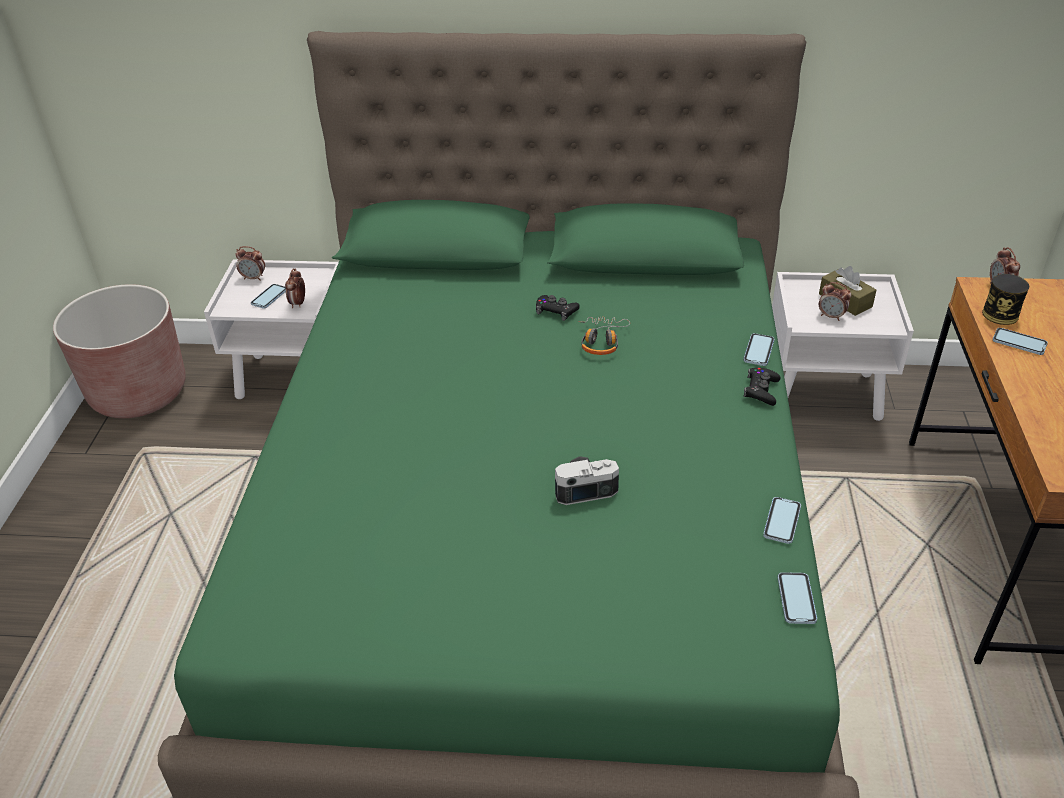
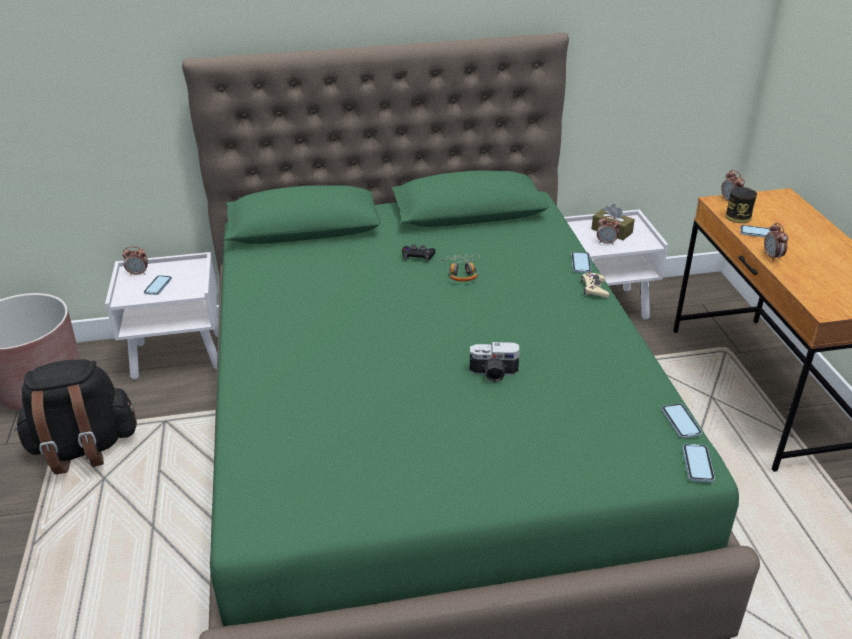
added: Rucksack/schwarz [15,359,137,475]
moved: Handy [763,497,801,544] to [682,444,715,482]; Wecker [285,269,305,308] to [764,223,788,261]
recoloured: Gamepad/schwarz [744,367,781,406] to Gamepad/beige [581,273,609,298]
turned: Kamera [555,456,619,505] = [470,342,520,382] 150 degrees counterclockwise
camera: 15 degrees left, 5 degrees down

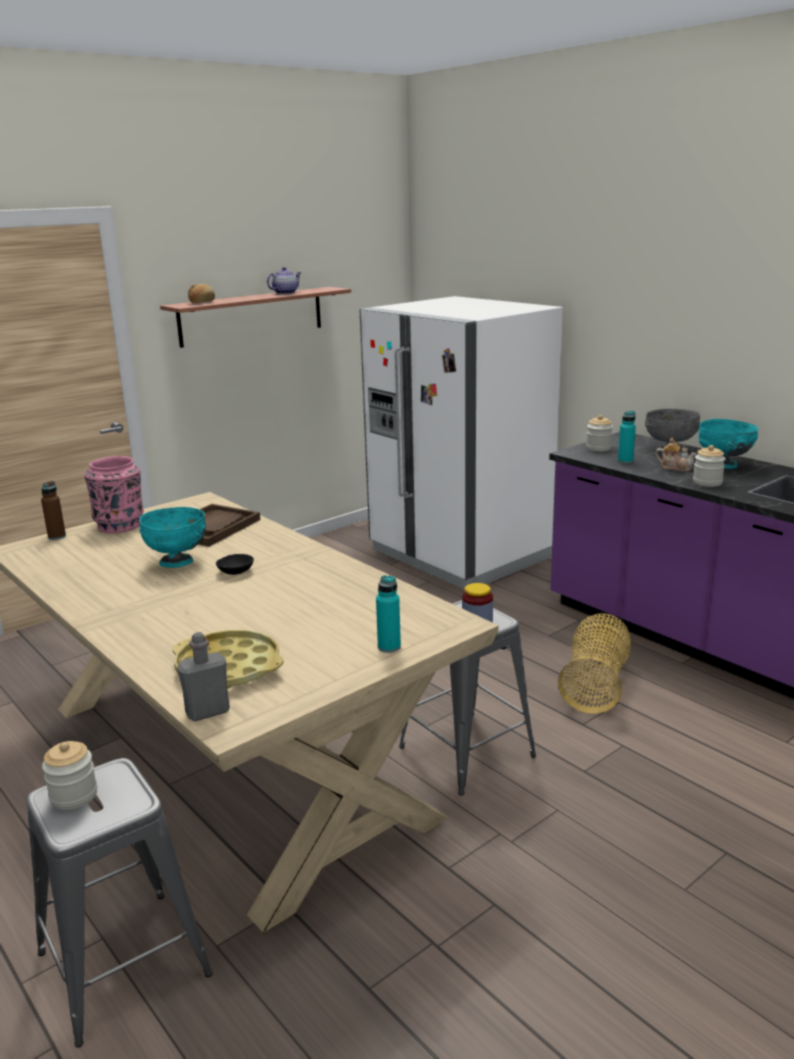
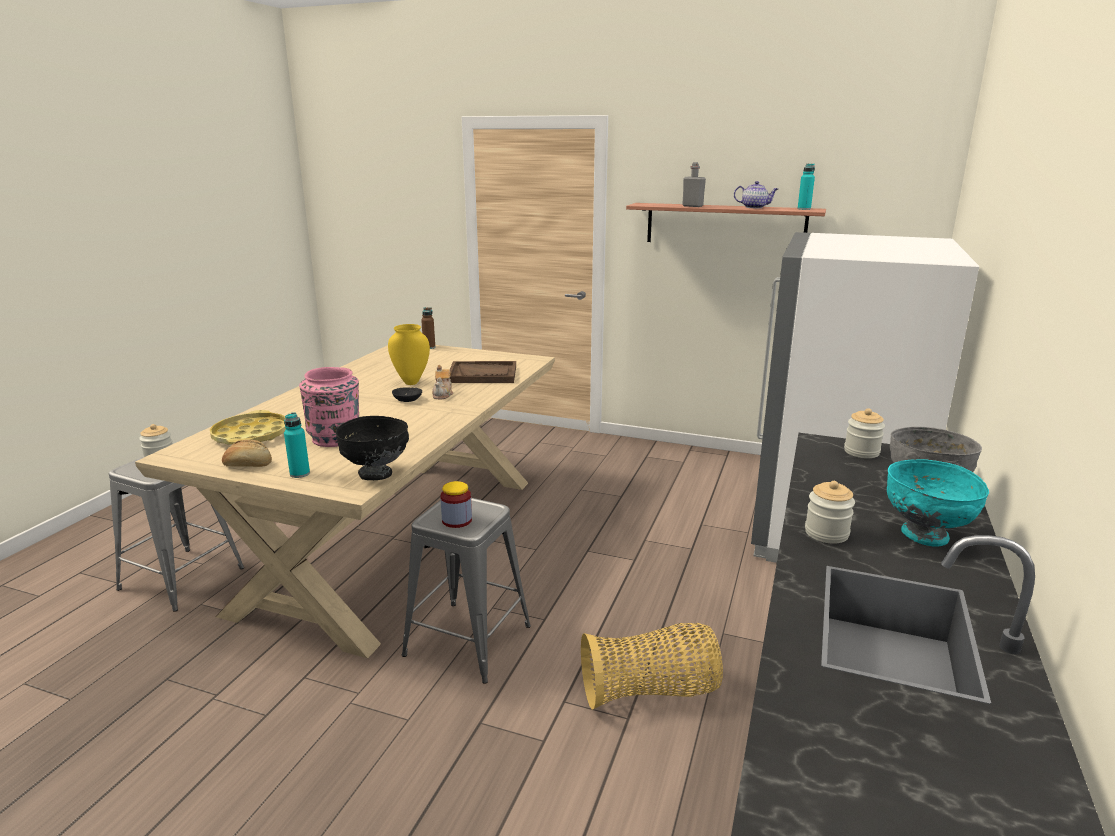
added: Schüssel/schwarz [336,416,409,480]
moved: Brot [188,284,215,303] to [222,440,272,467]; Vase/rosa [84,456,144,533] to [299,367,359,447]; Teekanne [656,438,697,471] to [432,365,453,399]; Flasche/grau [177,632,230,721] to [682,162,706,207]; Flasche/türkis [618,411,636,464] to [798,164,815,210]
replaced: Schüssel/türkis [140,507,206,568] to Vase/gelb [388,324,430,385]
camera: 60 degrees right, 0 degrees up

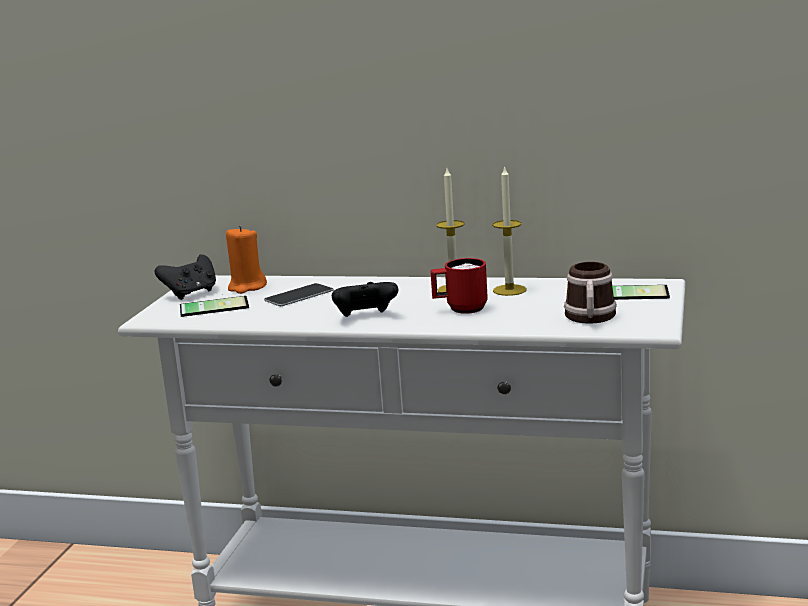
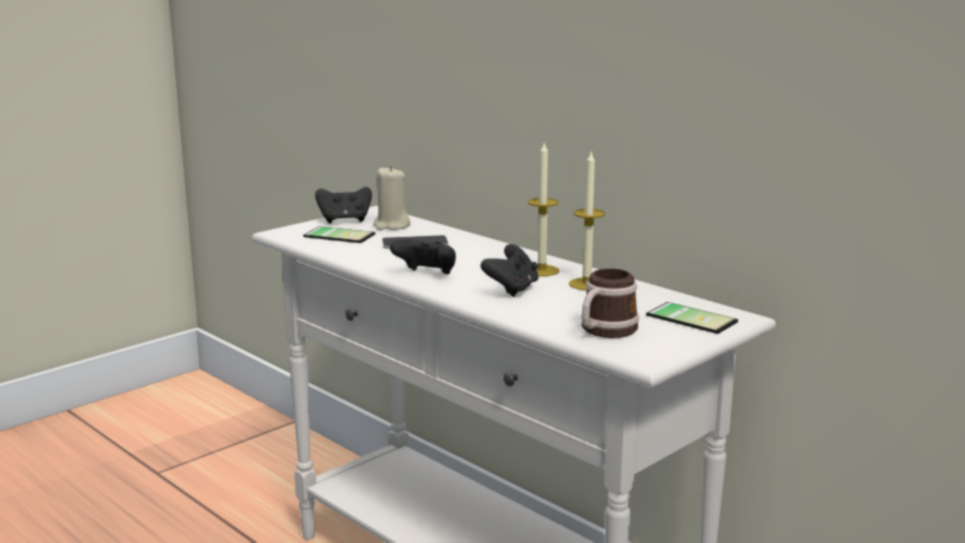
replaced: Henkelbecher/rot [431,258,488,314] to Gamepad/schwarz [481,244,539,297]
recoloured: Kerze/orange [226,226,267,294] to Kerze/beige [373,166,411,230]
camera: 30 degrees right, 0 degrees up

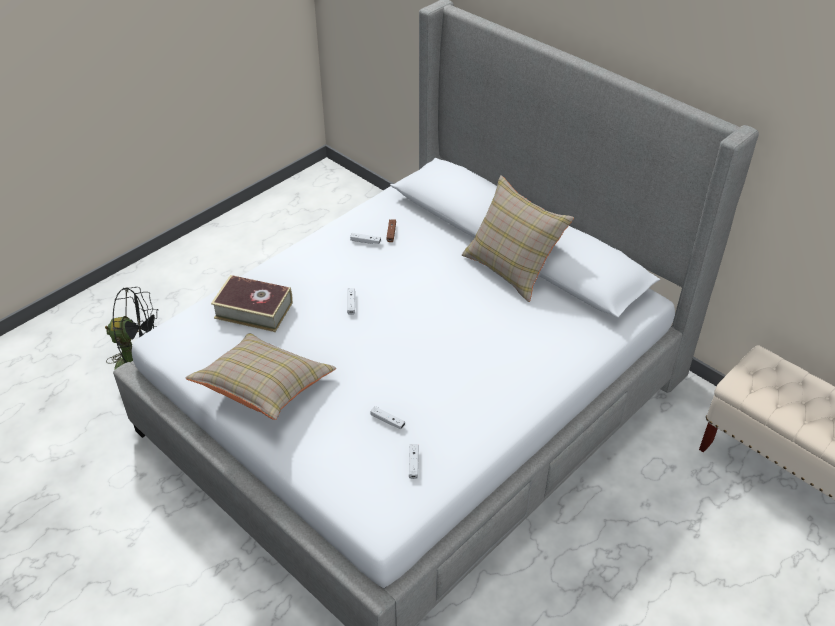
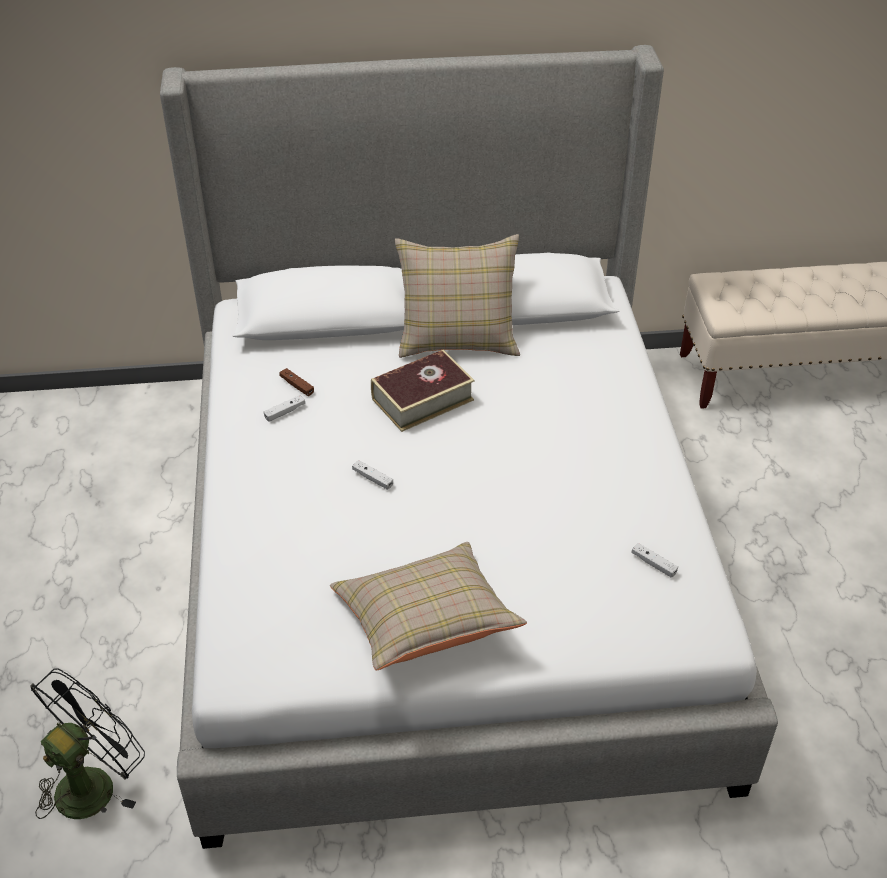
removed: Gamepad/weiß [370,406,405,429]
moved: Buch [211,275,293,332] to [371,350,474,432]
camera: 50 degrees left, 0 degrees up

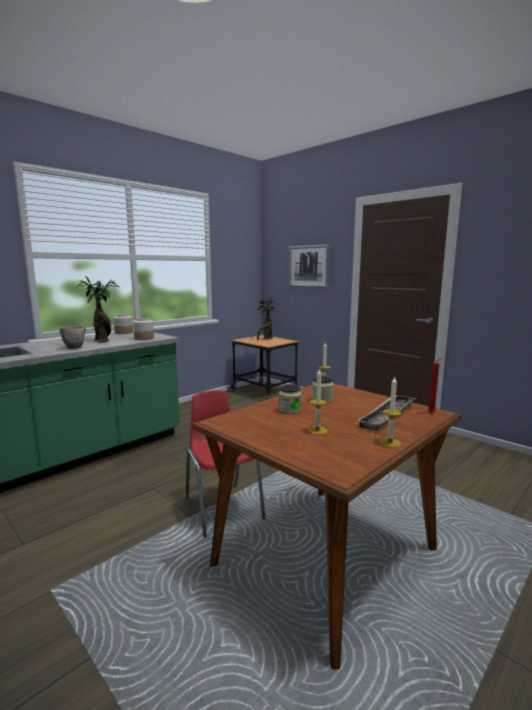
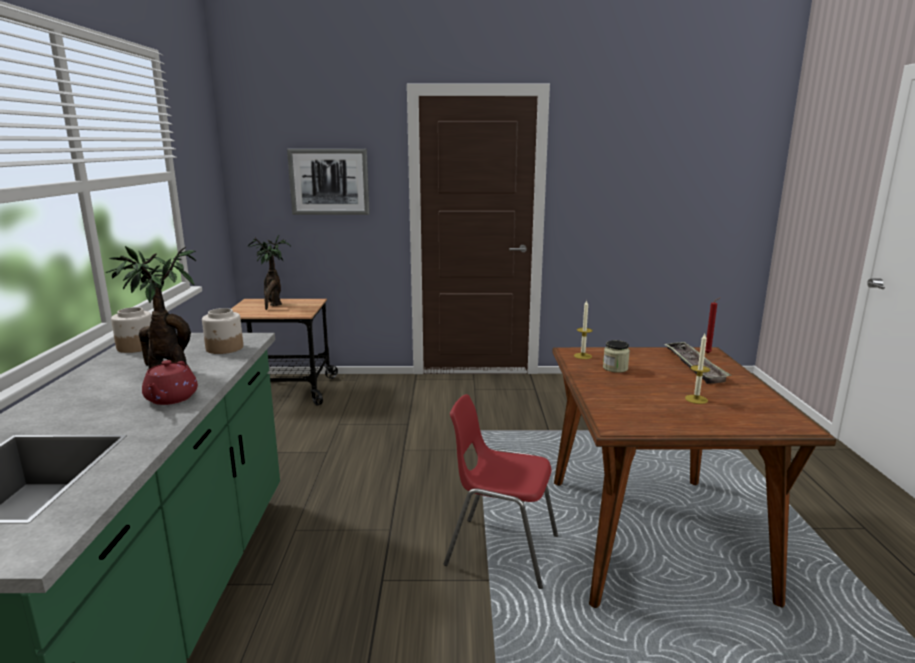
removed: Vorratsglas [279,384,302,414]; Kerze [379,377,402,448]
replaced: Schüssel [58,326,86,349] to Teekanne/rot [142,360,198,405]
camera: 45 degrees left, 5 degrees up

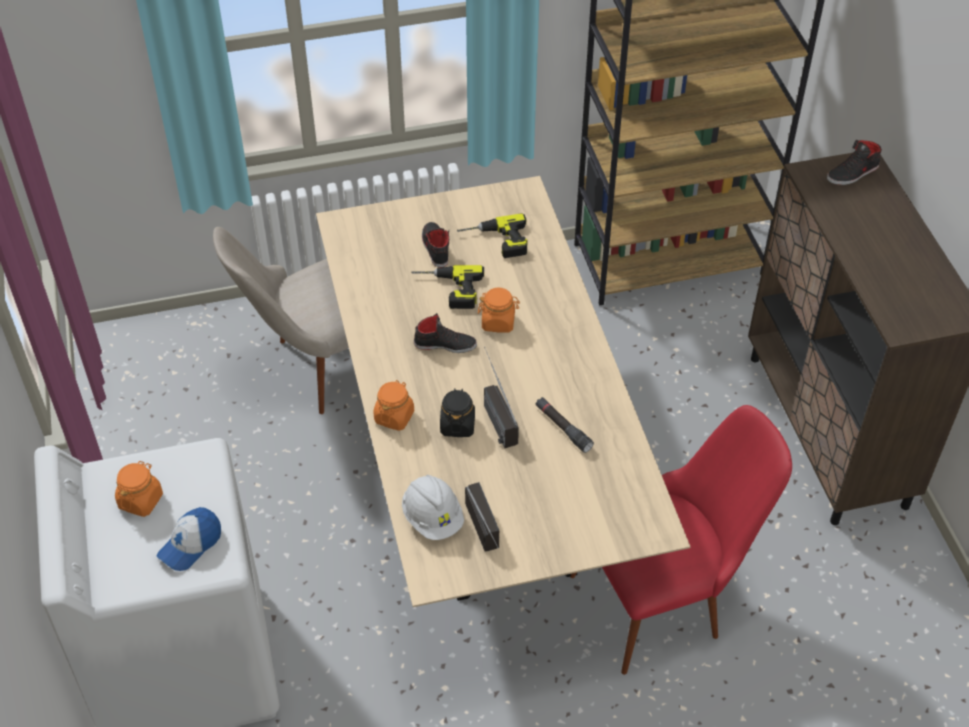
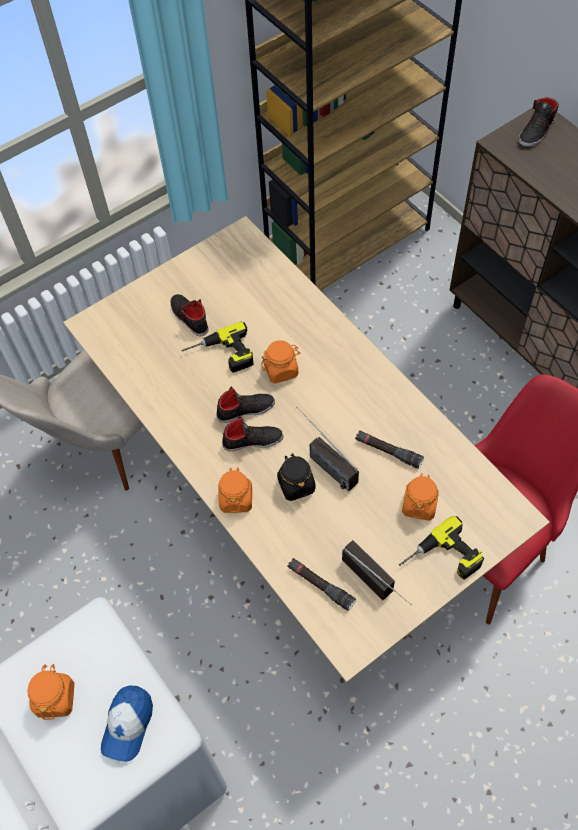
added: Schuh/schwarz [222,416,284,451]; Vorratsglas/orange [402,473,439,521]
moved: Bohrmaschine [457,213,528,258] to [399,516,484,580]
replaced: Schutzhelm/weiß [402,475,464,540] to Taschenlampe/schwarz [287,558,356,611]
camera: 20 degrees left, 10 degrees up

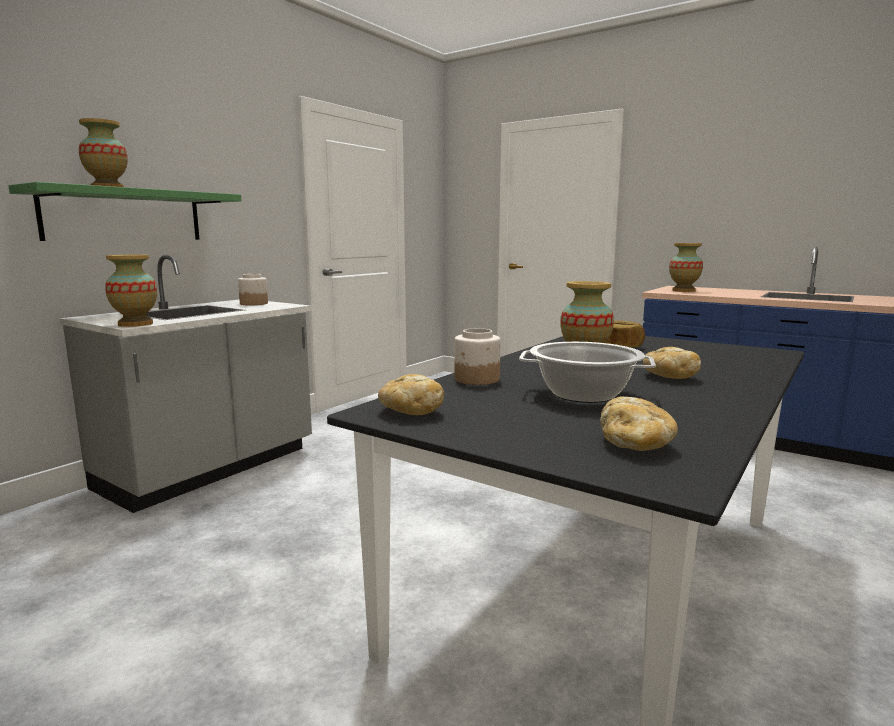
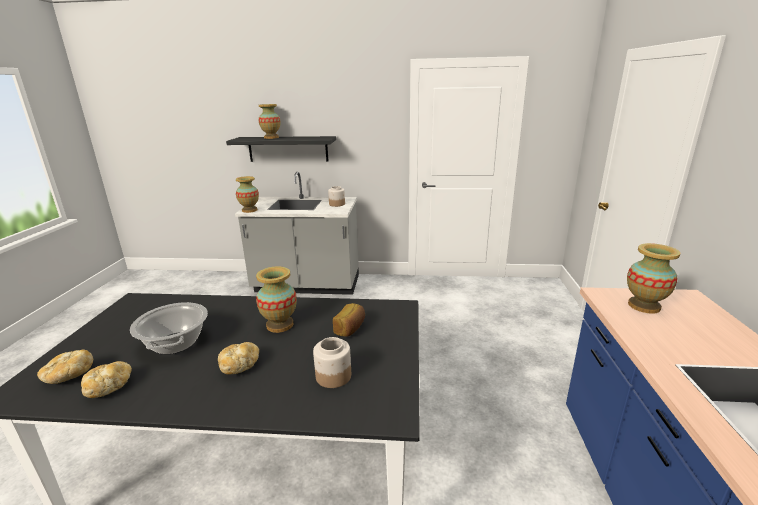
moved: Brot [378,374,444,415] to [81,361,132,398]; Vorratsglas [454,328,501,385] to [313,337,351,388]
recoloured: Wandregal/grün [8,182,241,241] to Wandregal/schwarz [226,136,336,162]
camera: 60 degrees right, 10 degrees up

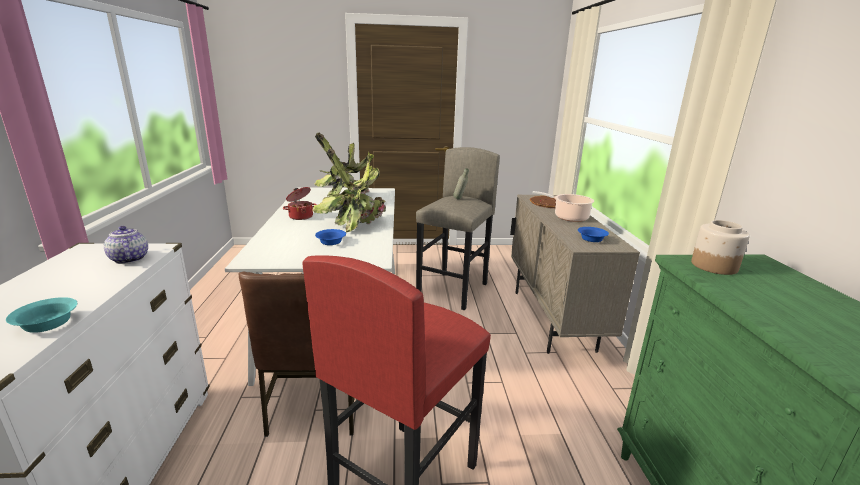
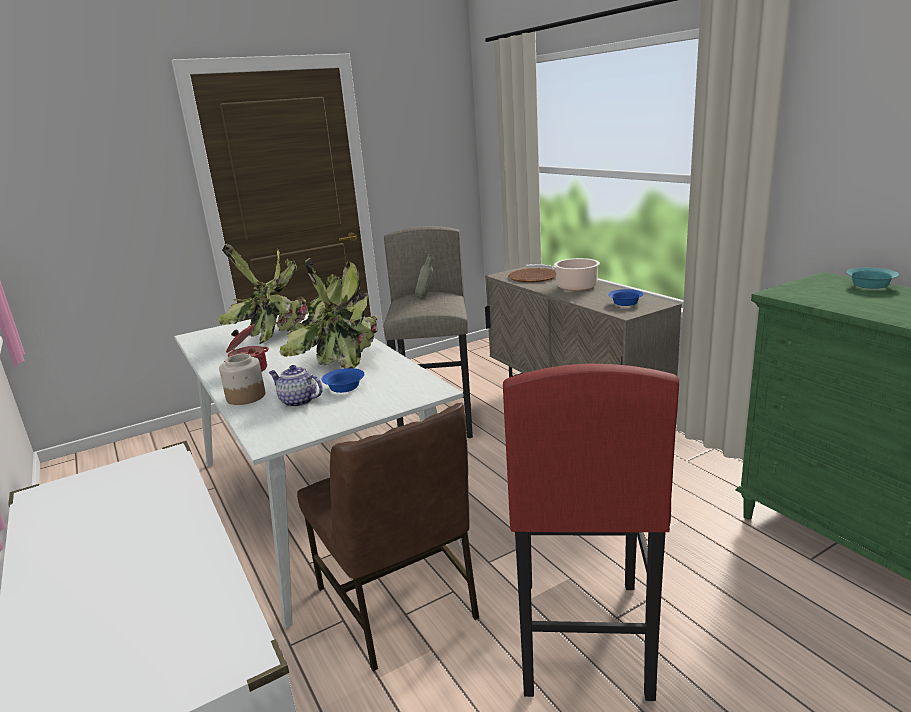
moved: Vorratsglas [691,220,750,275] to [219,354,265,405]; Teekanne [104,226,148,264] to [269,365,323,407]; Schüssel/türkis [6,297,78,333] to [846,268,899,289]
camera: 25 degrees left, 0 degrees up

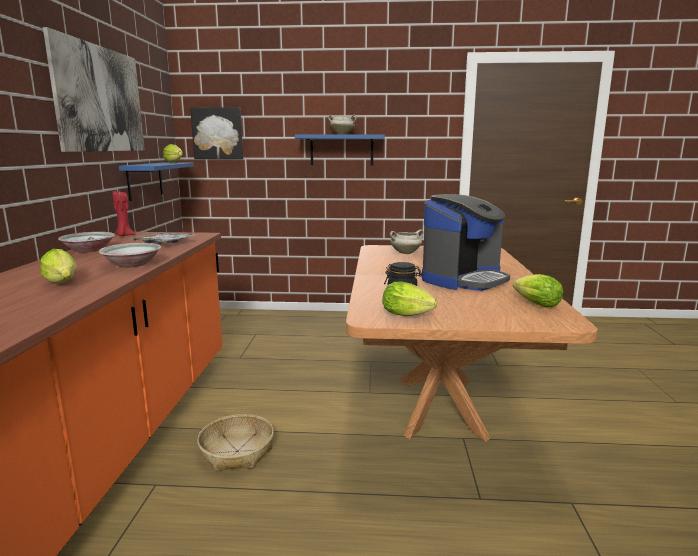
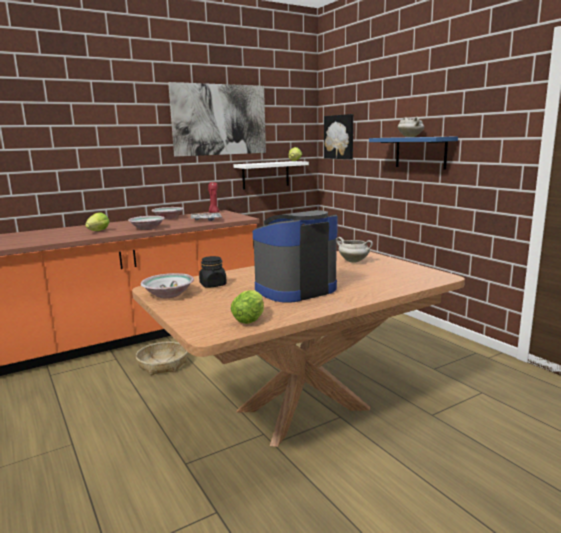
replaced: Salatkopf [382,282,437,316] to Schüssel [141,273,194,298]
recoloured: Wandregal/blau [119,162,194,201] to Wandregal/weiß [233,161,309,190]
turned: Kaffeemaschine [422,194,510,291] = [253,210,338,303] 135 degrees clockwise
camera: 55 degrees right, 0 degrees up

